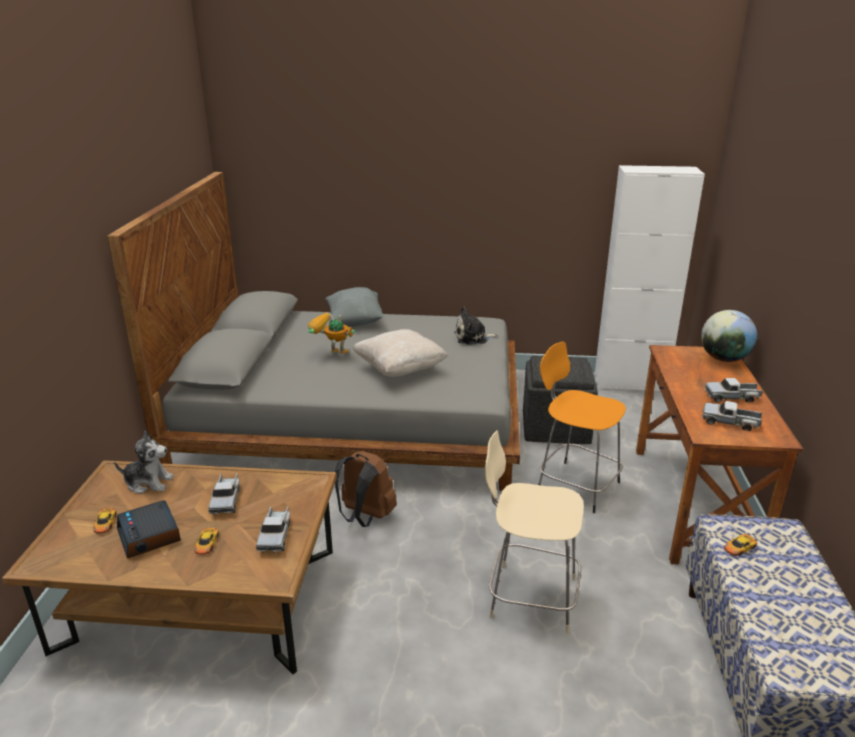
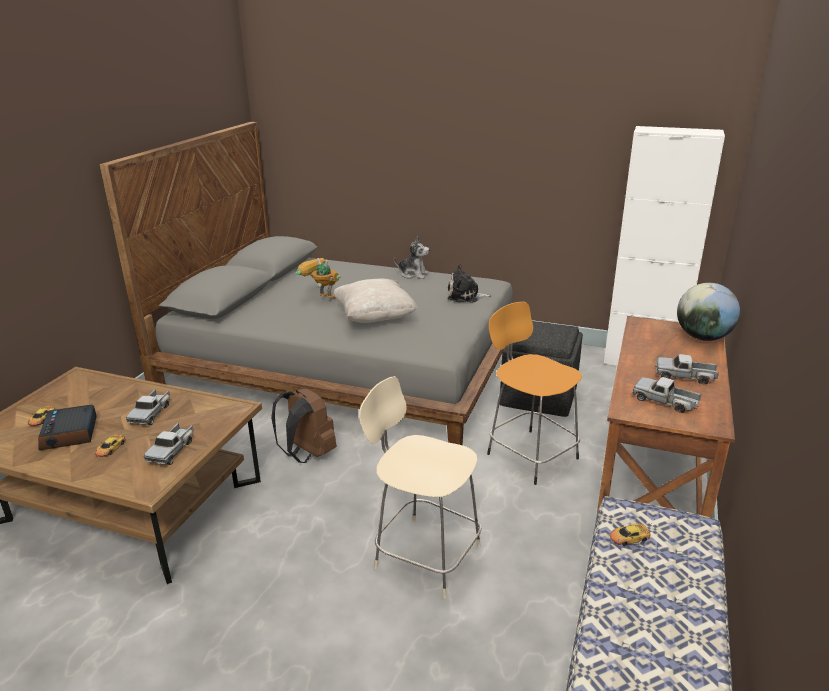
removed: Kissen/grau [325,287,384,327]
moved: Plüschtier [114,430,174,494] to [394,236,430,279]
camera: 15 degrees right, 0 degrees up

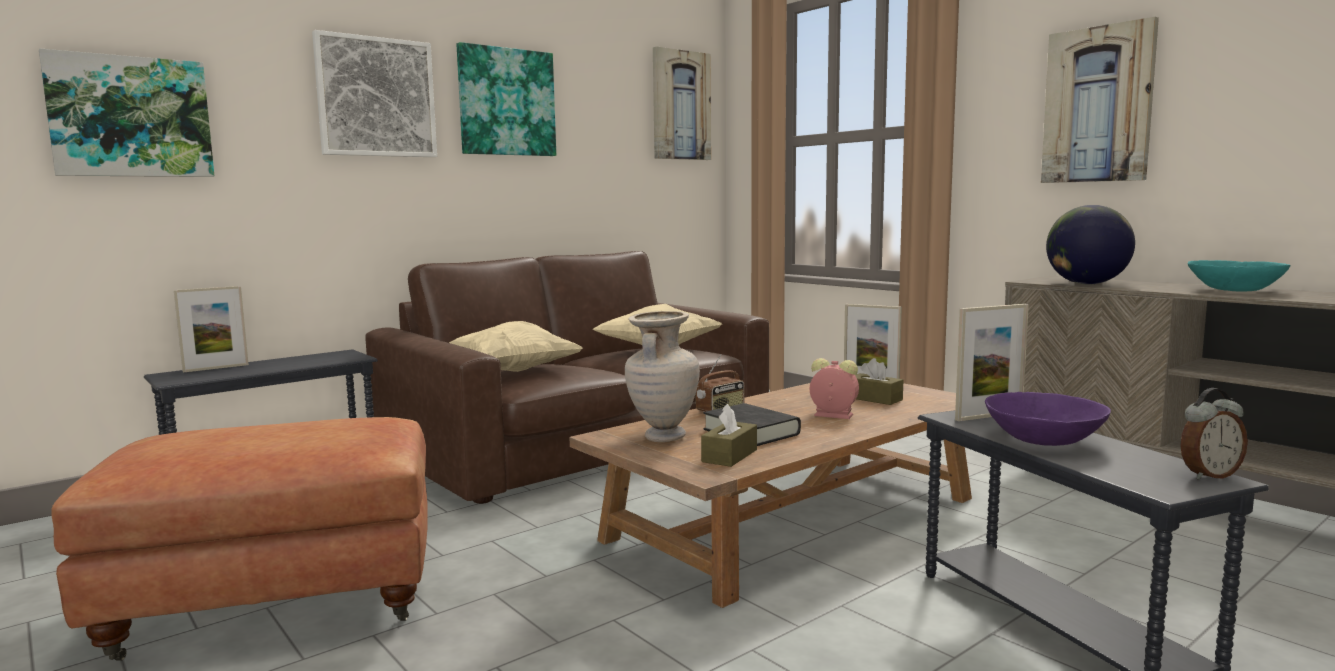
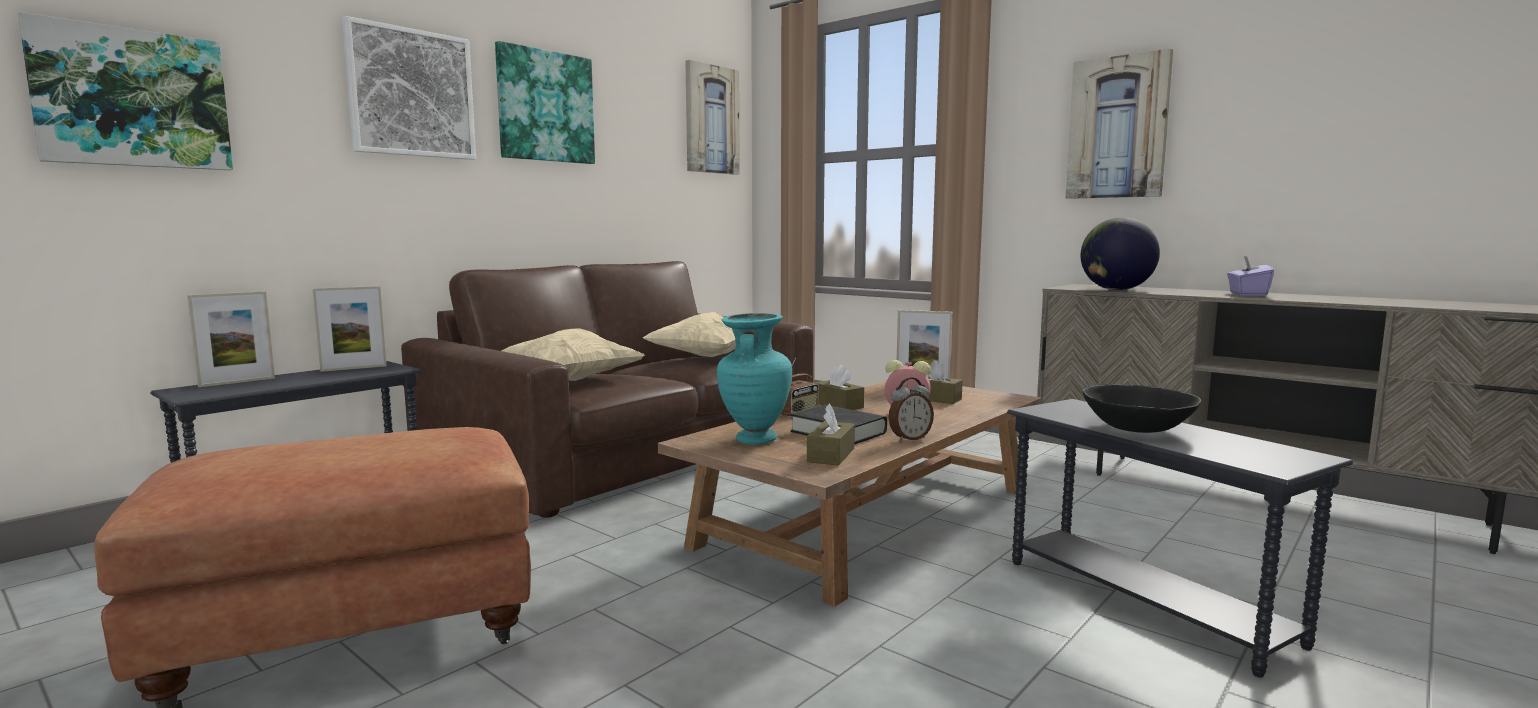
added: Taschentuchbox/braun [814,365,864,410]
moved: Bilderrahmen [955,304,1029,421] to [313,286,387,372]; Wecker [1180,388,1248,480] to [889,377,934,442]
replaced: Schüssel/türkis [1187,260,1290,292] to Taschentuchbox/lila [1227,256,1274,296]
recoloured: Vase/beige [625,311,700,442] to Vase/türkis [717,313,792,445]; Schüssel/lila [985,392,1111,446] to Schüssel/schwarz [1083,384,1201,433]
camera: 10 degrees left, 0 degrees up

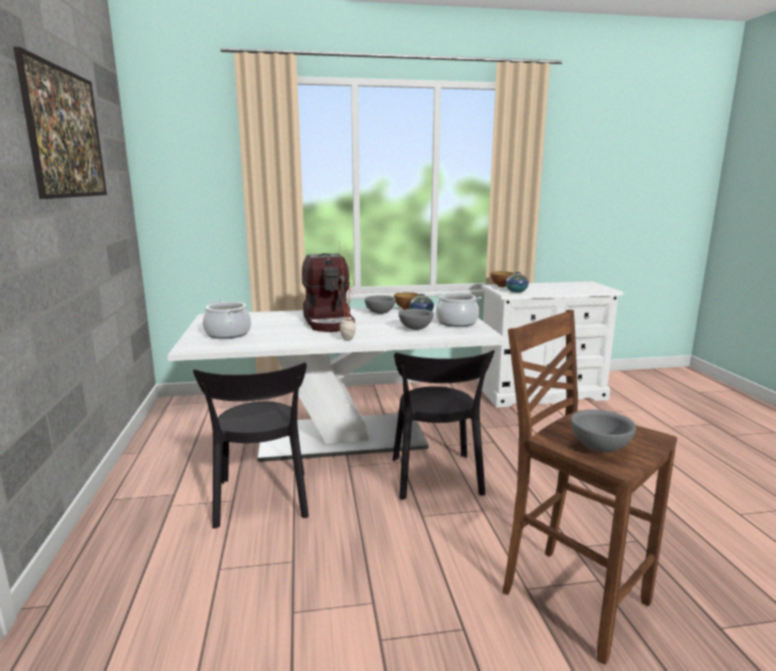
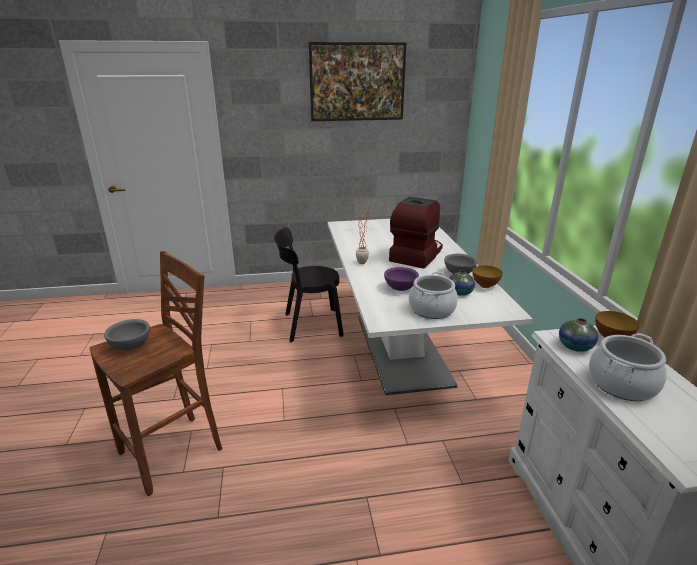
removed: Stuhl/schwarz [393,350,495,500]
moved: Kochtopf [203,301,251,339] to [589,333,667,401]
recoloured: Schüssel/grau [398,309,434,330] to Schüssel/lila [384,267,419,291]
turned: Kaffeemaschine [301,253,355,332] = [389,197,443,269] 135 degrees clockwise
camera: 90 degrees right, 10 degrees up

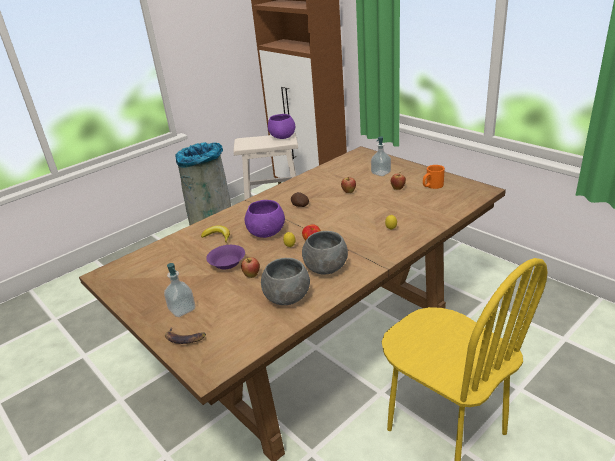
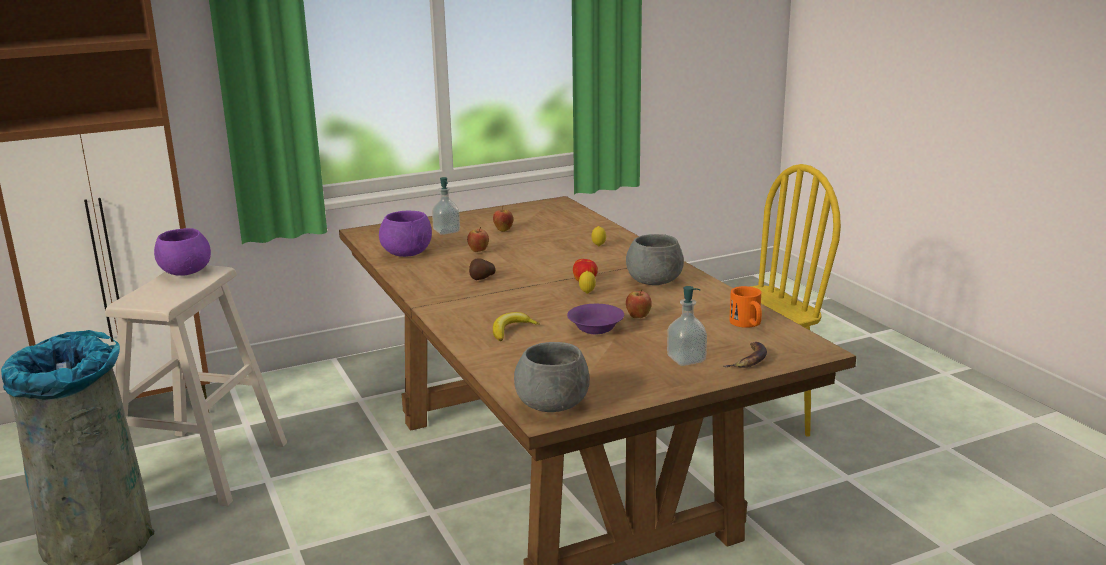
moved: Schüssel/lila [245,200,285,238] to [379,211,432,257]; Schüssel/grau [261,258,310,305] to [514,342,590,412]; Henkelbecher/orange [423,165,445,189] to [729,286,762,328]
camera: 75 degrees left, 10 degrees down

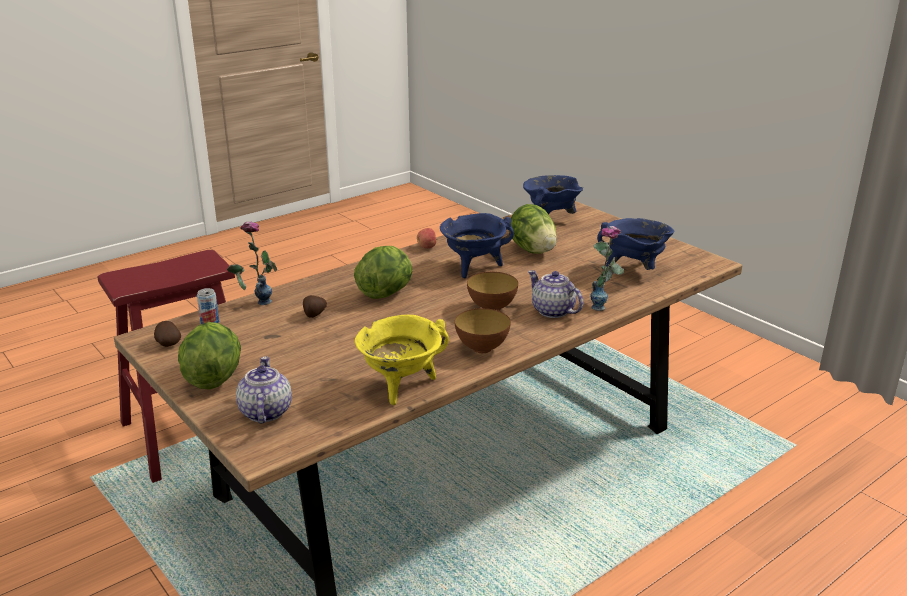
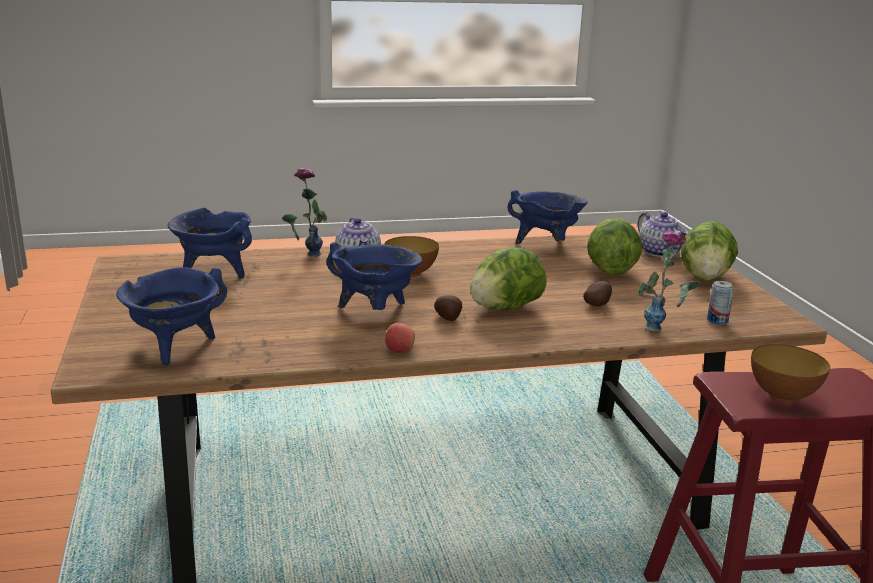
moved: Kartoffel [154,321,181,347] to [434,295,462,321]; Salatkopf [511,204,557,254] to [587,217,642,276]; Schüssel [455,308,511,353] to [751,344,830,403]
recoloured: Kochtopf/gelb [355,315,449,405] to Kochtopf/blau [507,190,588,245]
turned: Teekanne [236,356,292,424] = [638,212,689,257] 45 degrees counterclockwise
camera: 155 degrees left, 5 degrees down

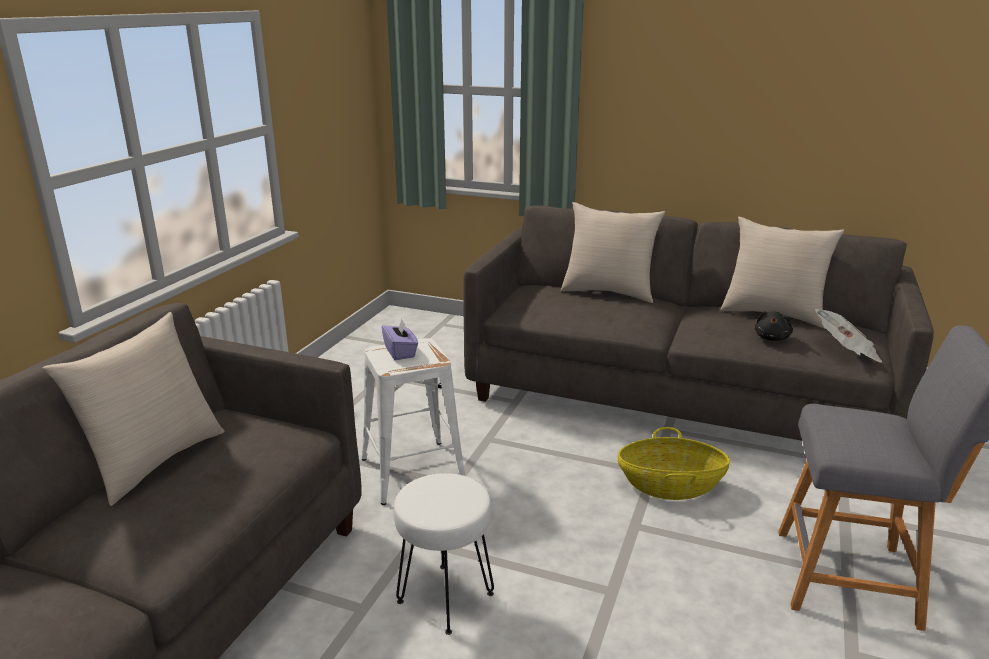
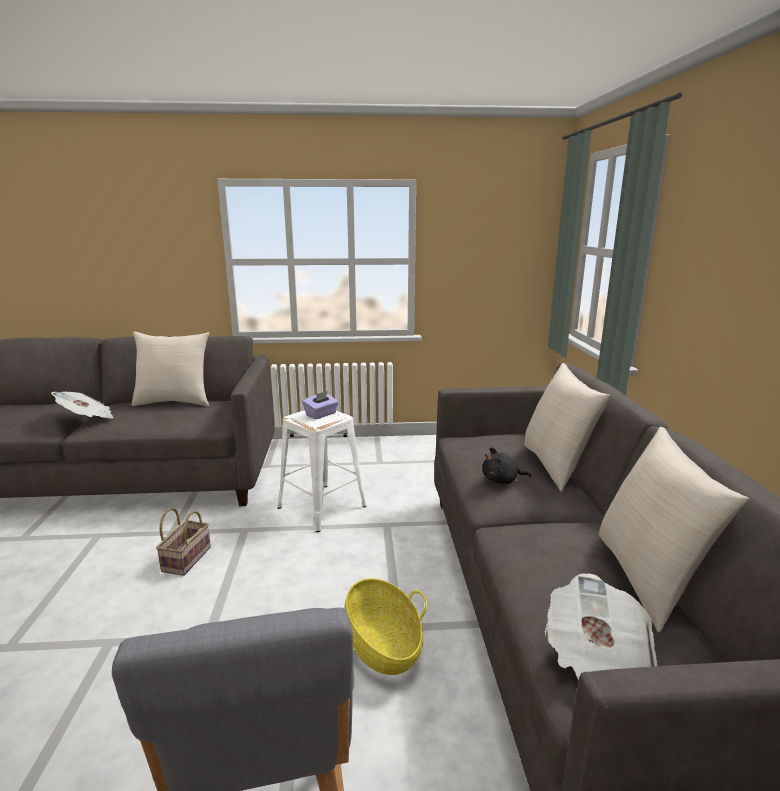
added: Zeitung [51,392,113,418]
moved: Plüschtier/schwarz [755,311,793,341] to [482,447,531,484]
replaced: Hocker/weiß [394,473,494,635] to Korb [156,508,211,576]
camera: 65 degrees right, 5 degrees down

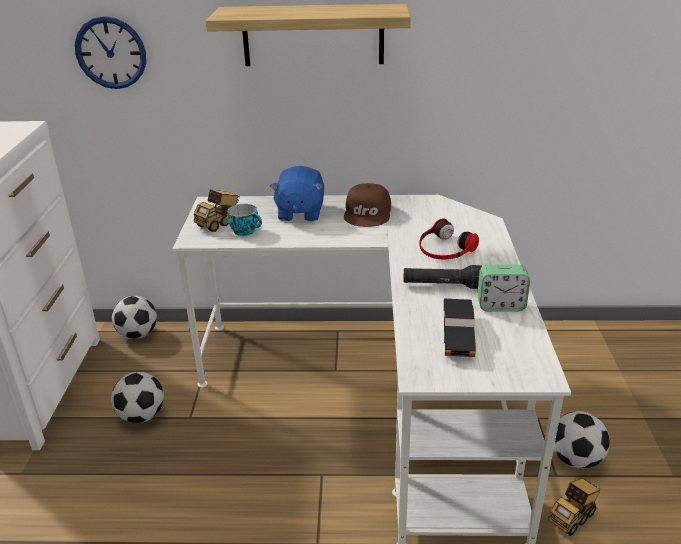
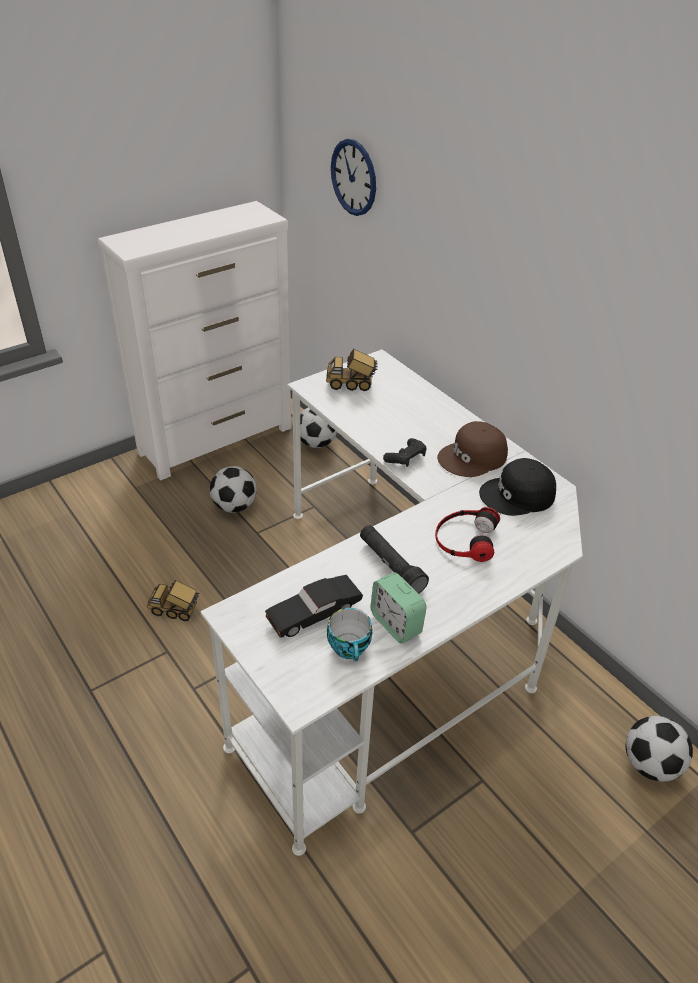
removed: Wandregal [206,4,411,66]; Plüschtier/blau [270,166,324,221]
added: Gamepad/schwarz [383,438,427,467]; Kappe/schwarz [479,458,556,516]
moved: Spielzeuglaster [548,478,600,536] to [147,580,199,621]; Tasse [227,204,262,236] to [327,608,372,661]; Fußball [554,411,610,469] to [626,716,693,781]
camera: 50 degrees right, 10 degrees up

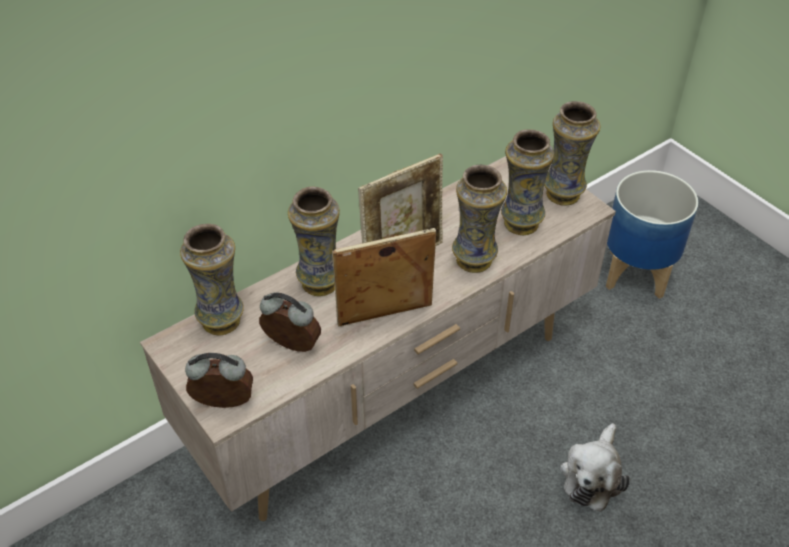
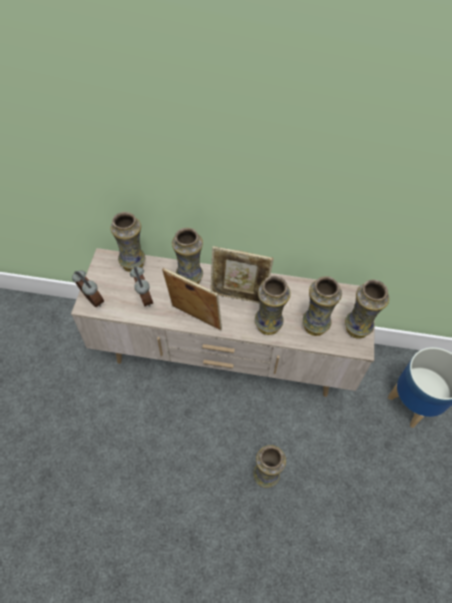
replaced: Plüschtier [560,423,630,512] to Vase [253,445,286,488]
camera: 45 degrees right, 10 degrees up

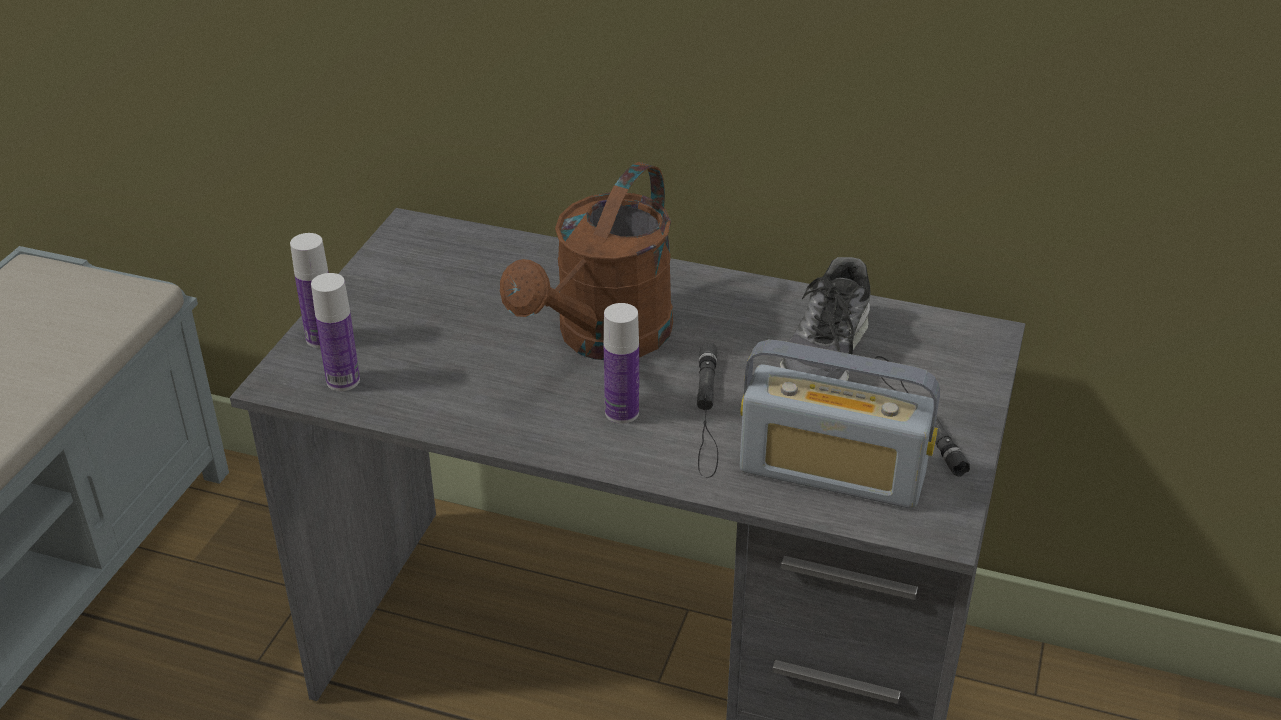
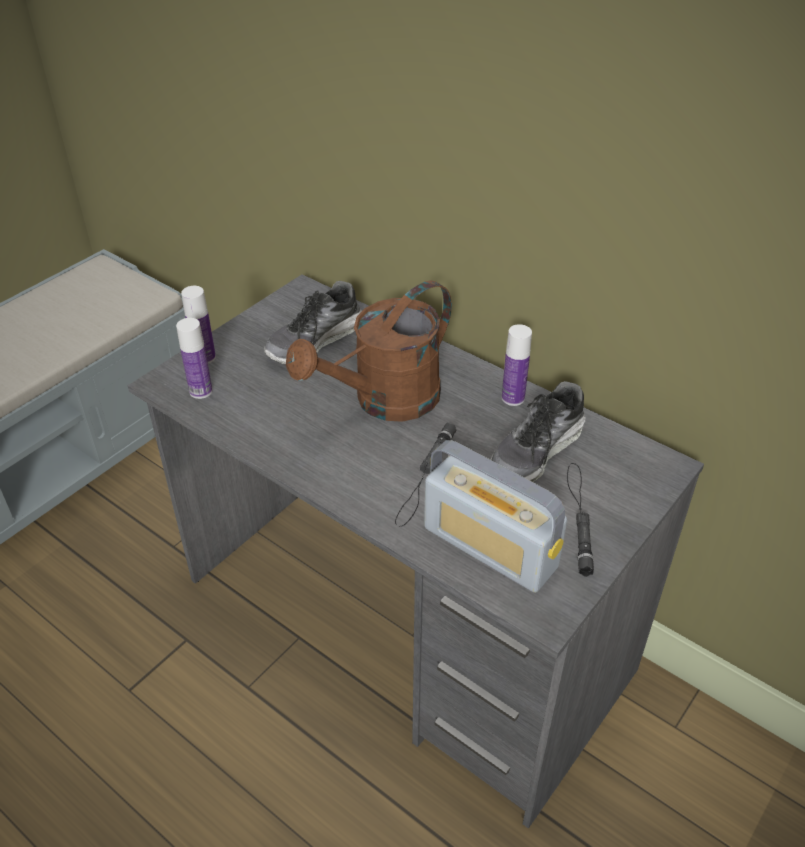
added: Schuh [264,281,362,364]
moved: Flasche [604,303,639,424] to [502,324,532,406]
camera: 20 degrees right, 5 degrees up

